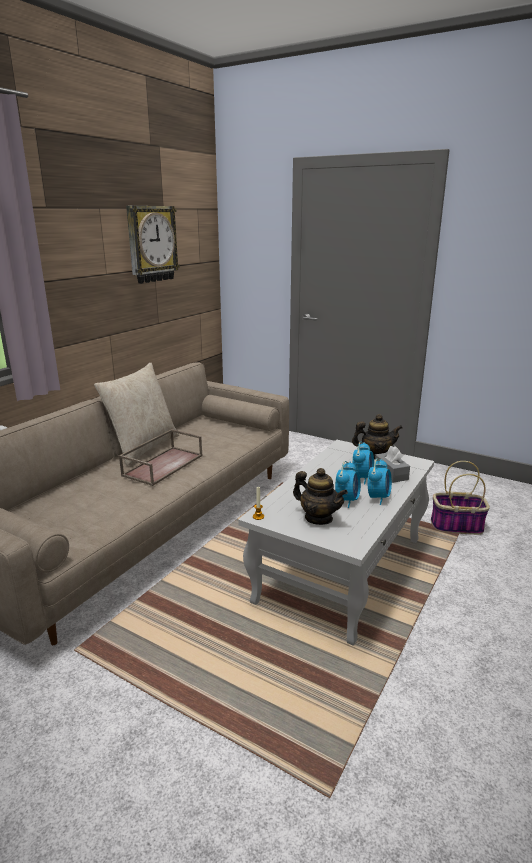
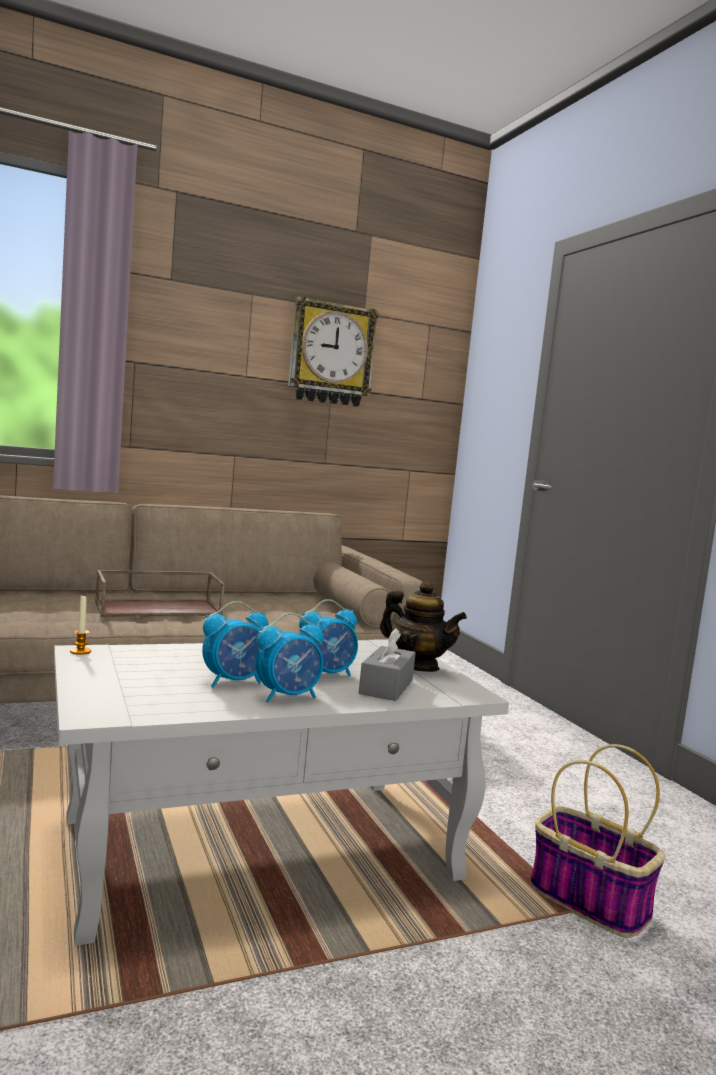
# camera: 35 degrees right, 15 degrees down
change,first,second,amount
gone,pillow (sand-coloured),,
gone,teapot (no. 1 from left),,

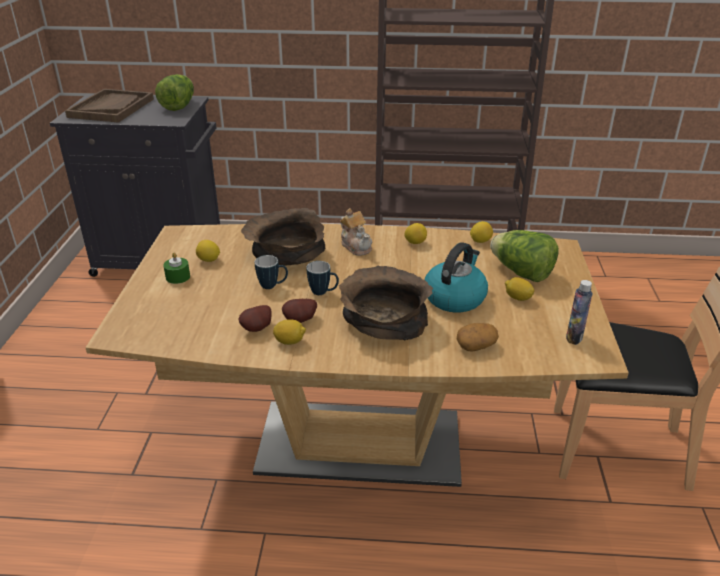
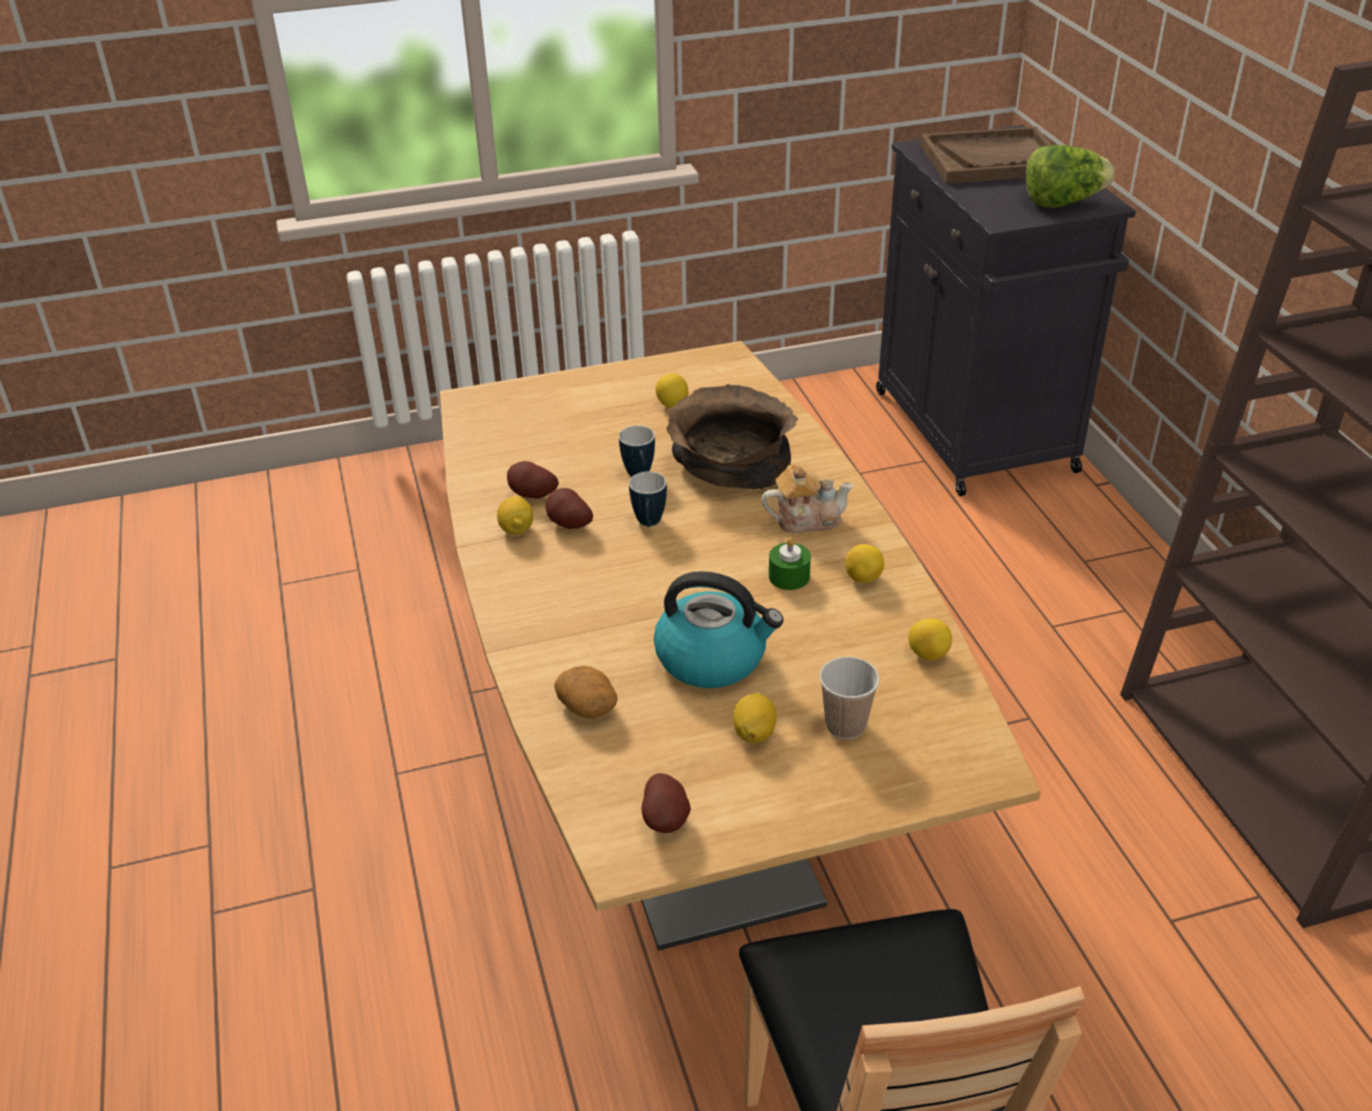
# camera: 70 degrees right, 5 degrees up
change,first,second,amount
rotated,teapot,,135 degrees counterclockwise
swapped,lettuce (no. 2 from left),small cup,
shifted,candle (green-coloured),,
gone,bowl (brownish) (no. 2 from left),,
swapped,drink bottle,spud (no. 4 from left),

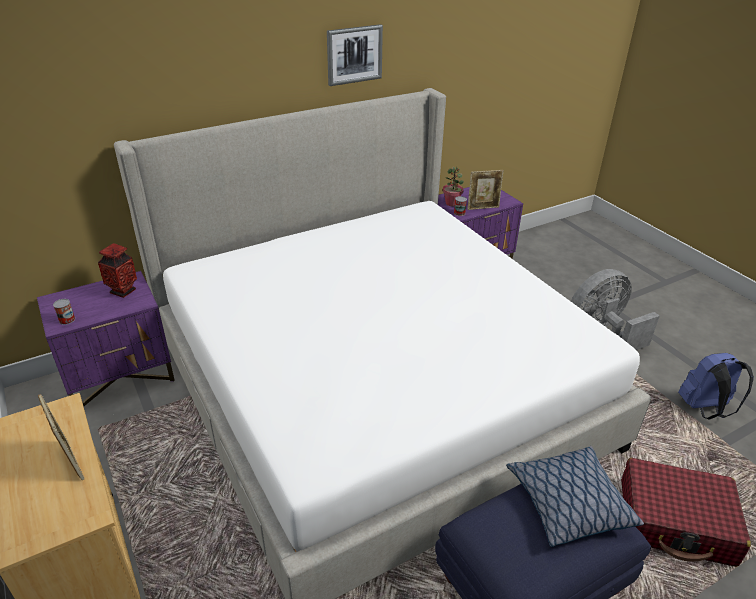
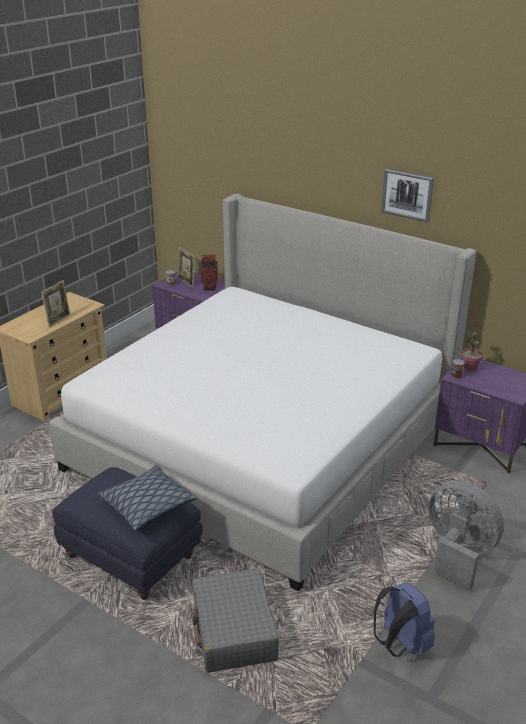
# camera: 65 degrees right, 5 degrees down
change,first,second,amount
shifted,picture frame (no. 2 from left),,
repainted,piece of luggage (red),piece of luggage (gray),

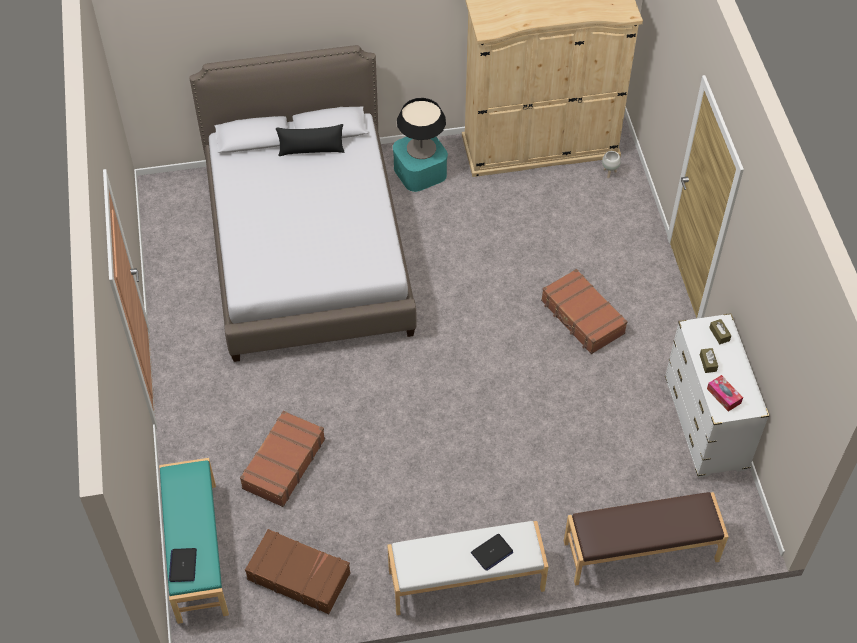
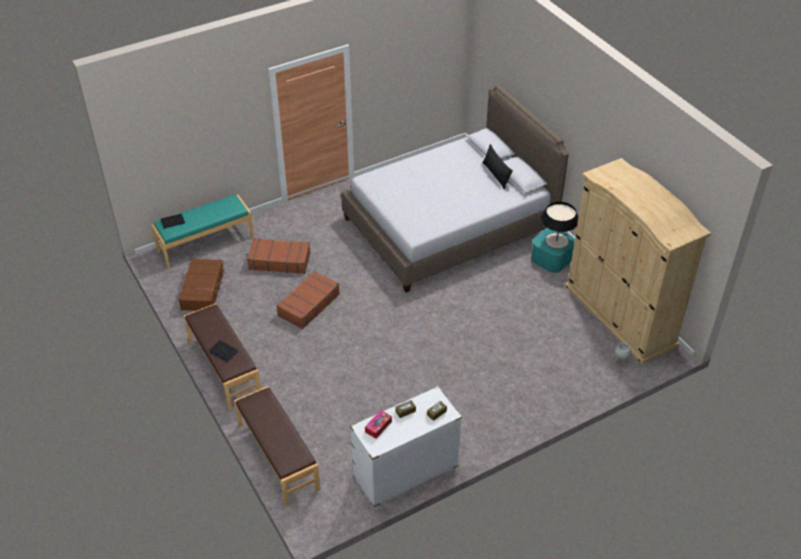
# camera: 70 degrees right, 10 degrees down
change,first,second,amount
shifted,piece of luggage (brownish) (no. 3 from left),,
repainted,bench (white-coloured),bench (brownish) (no. 1 from left),

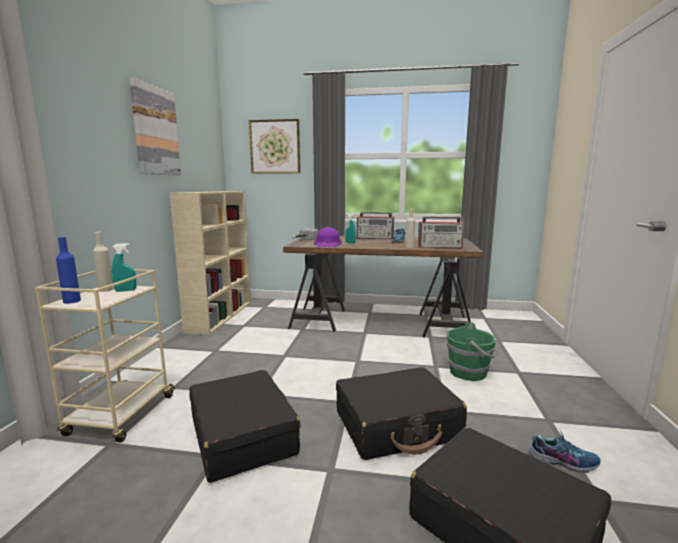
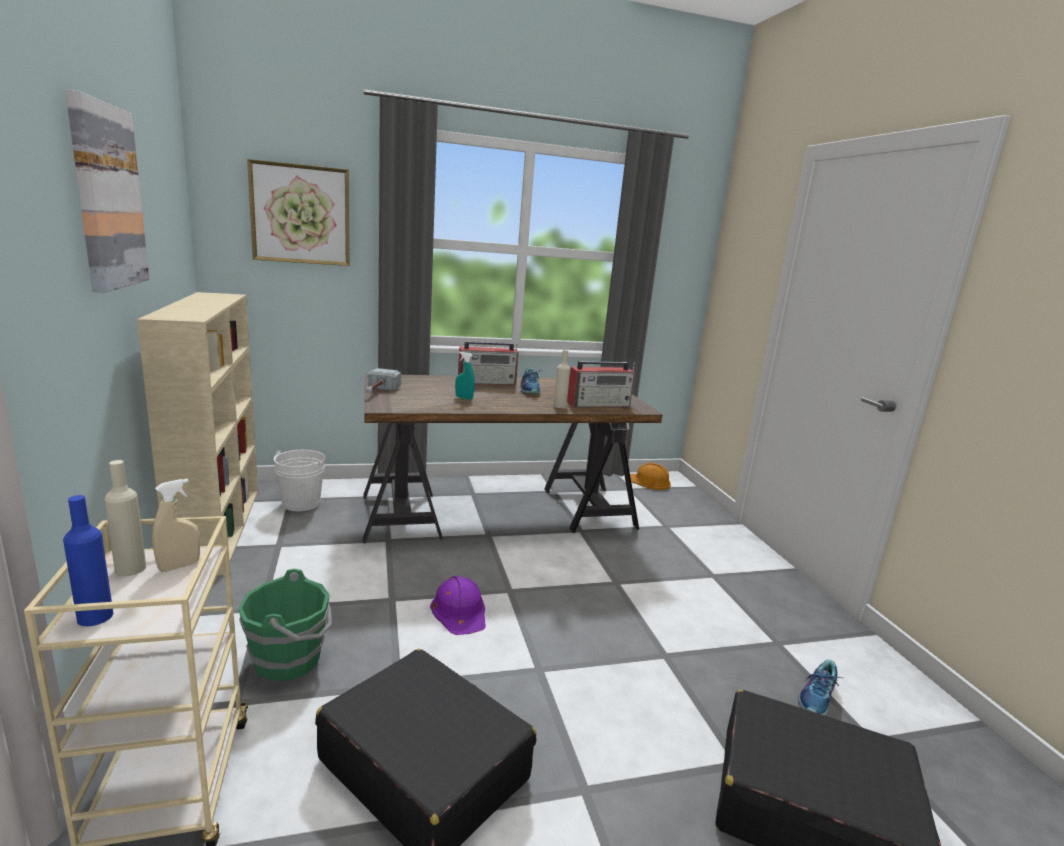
# camera: 25 degrees left, 5 degrees up
change,first,second,amount
shifted,work helmet (purple-coloured),,
repainted,sprayer (turquoise-coloured) (no. 1 from left),sprayer (sand-coloured),
shifted,bucket (green-coloured),,
gone,piece of luggage (black-coloured) (no. 2 from left),,
rotated,low shoe (no. 2 from left),,135 degrees clockwise
new,,bucket (white-coloured),
new,,work helmet (orangey),

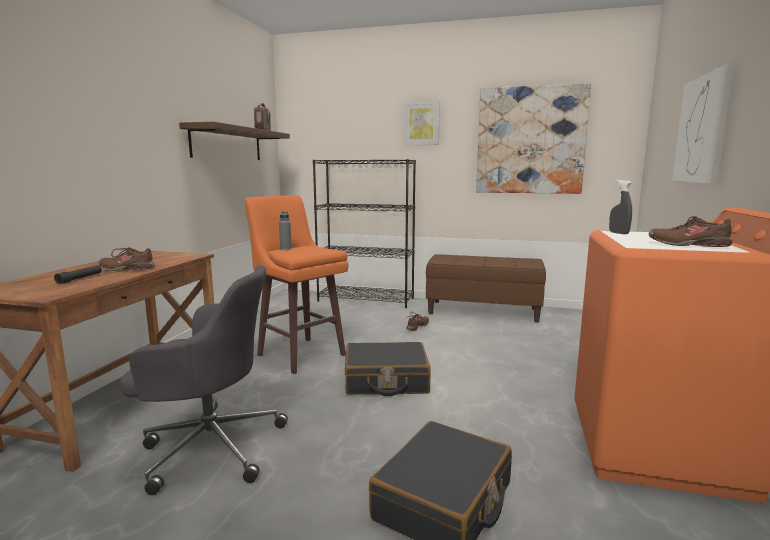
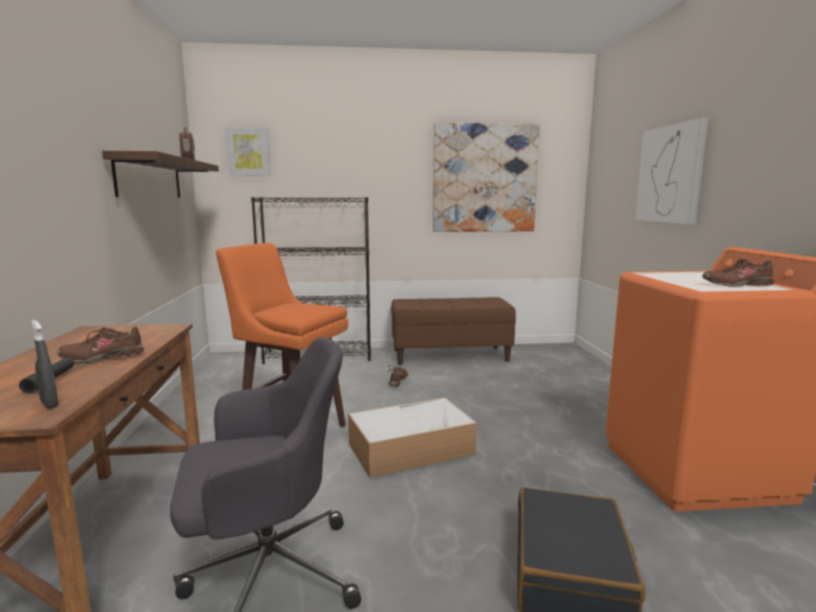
# camera: 20 degrees left, 0 degrees up
change,first,second,amount
shifted,wall picture (no. 1 from left),,
shifted,sprayer (gray),,
gone,drink bottle (gray),,
swapped,piece of luggage (black-coloured) (no. 1 from left),storage bin,

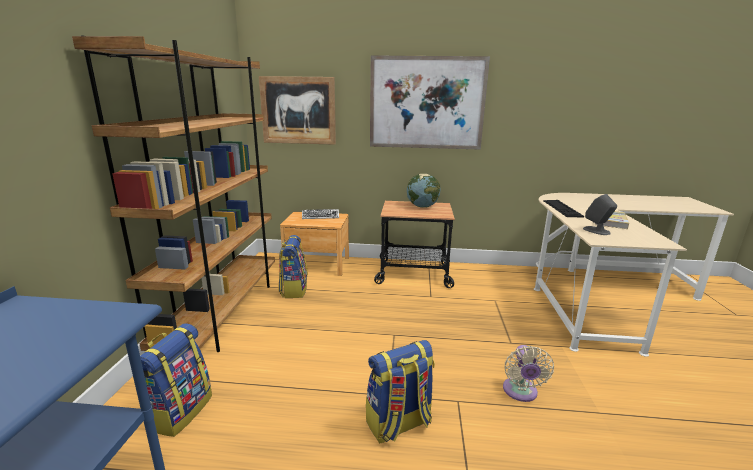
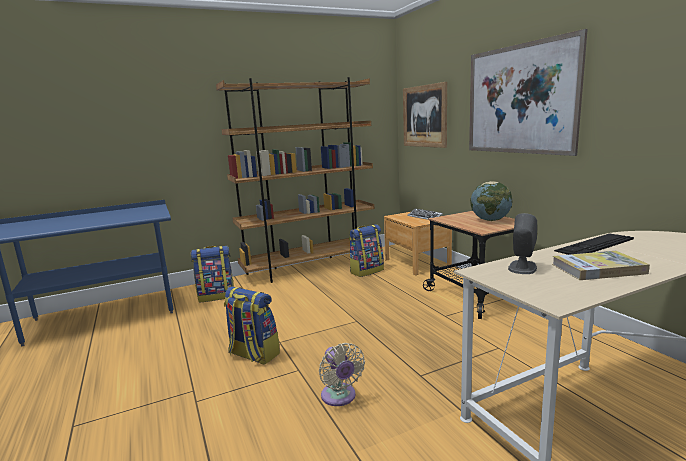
# camera: 60 degrees right, 5 degrees down
change,first,second,amount
rotated,cooling fan (sand-coloured),,90 degrees counterclockwise

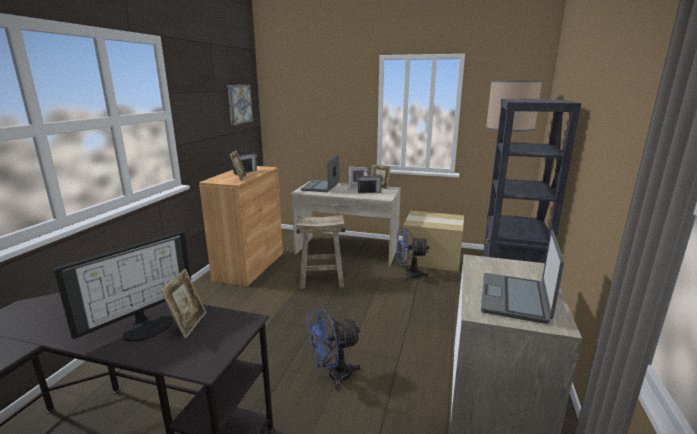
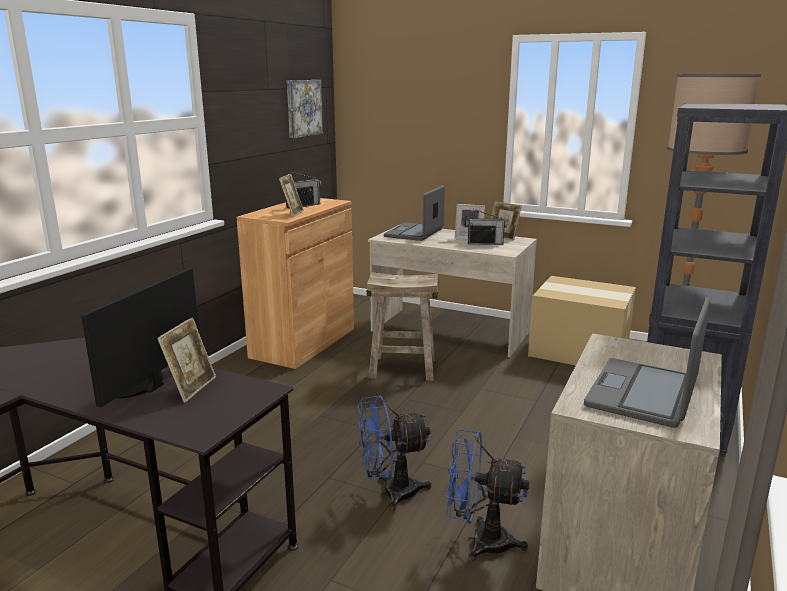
# camera: 10 degrees right, 0 degrees up
change,first,second,amount
shifted,cooling fan (bluish) (no. 2 from left),,
rotated,computer screen,,150 degrees clockwise

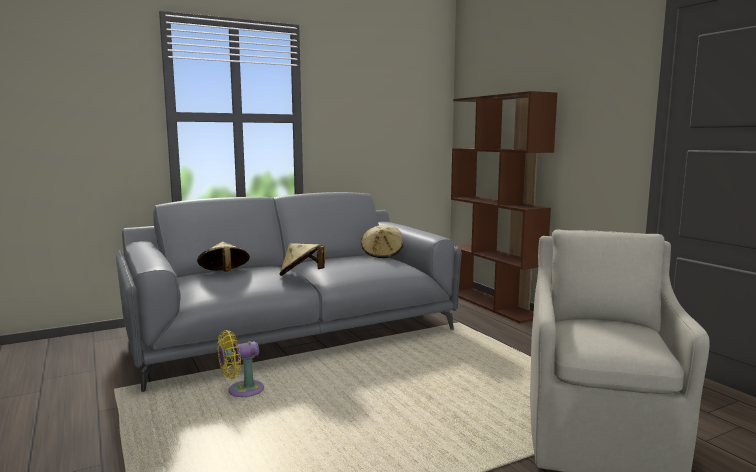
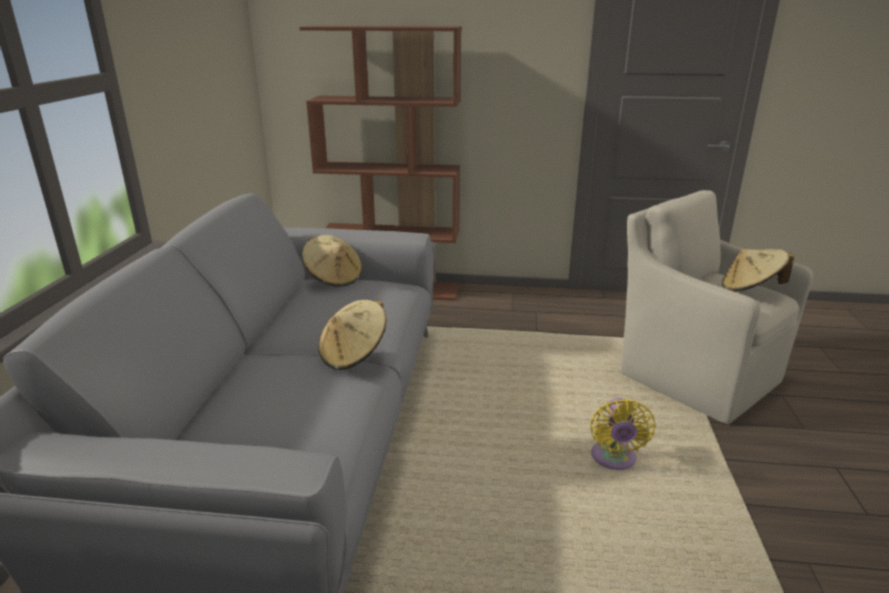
# camera: 55 degrees left, 15 degrees up
change,first,second,amount
shifted,clothing hat (sand-coloured) (no. 1 from left in the first image),clothing hat (sand-coloured) (no. 3 from left),
shifted,cooling fan (yellow-coloured),,

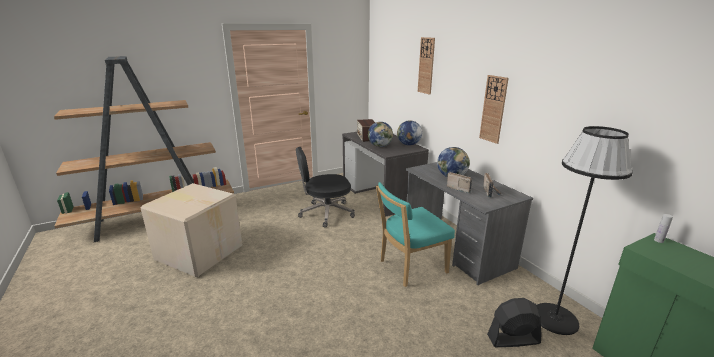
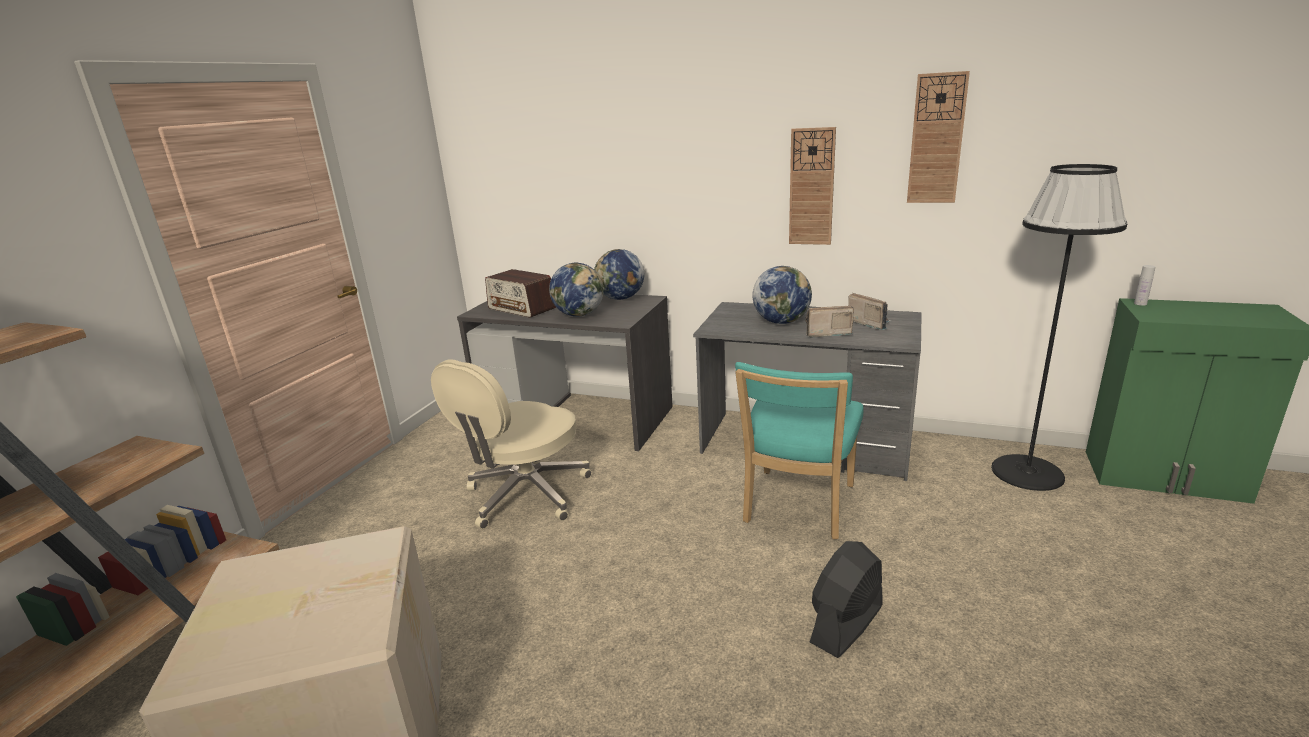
# camera: 40 degrees left, 0 degrees up
change,first,second,amount
shifted,wall clock (no. 1 from left in the first image),wall clock (no. 2 from left),
repainted,office chair (black-coloured),office chair (sand-coloured),
shifted,cooling fan (black-coloured),,

